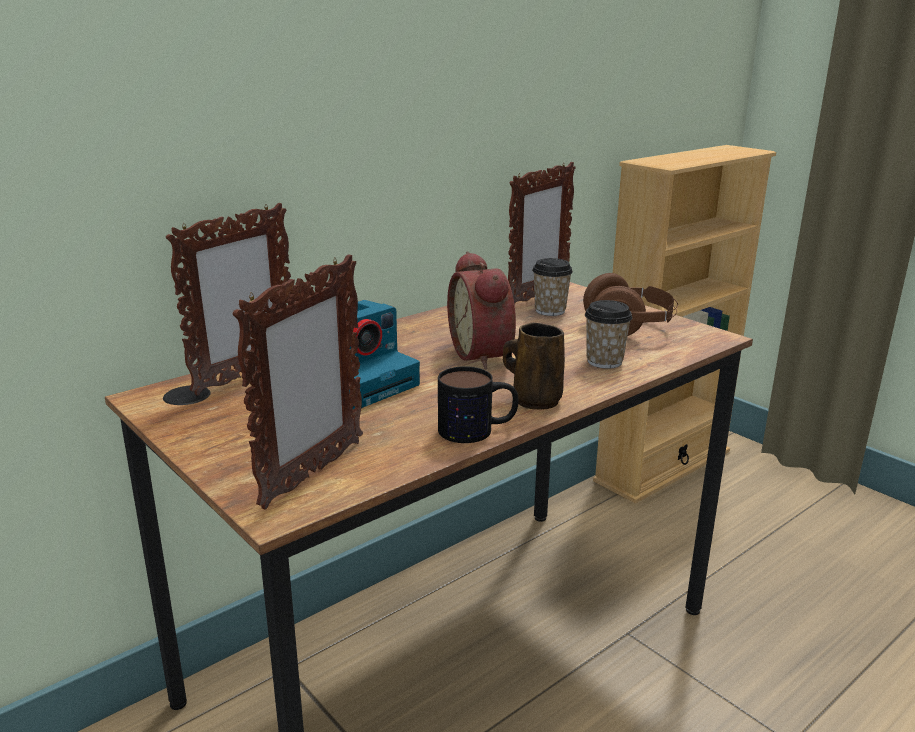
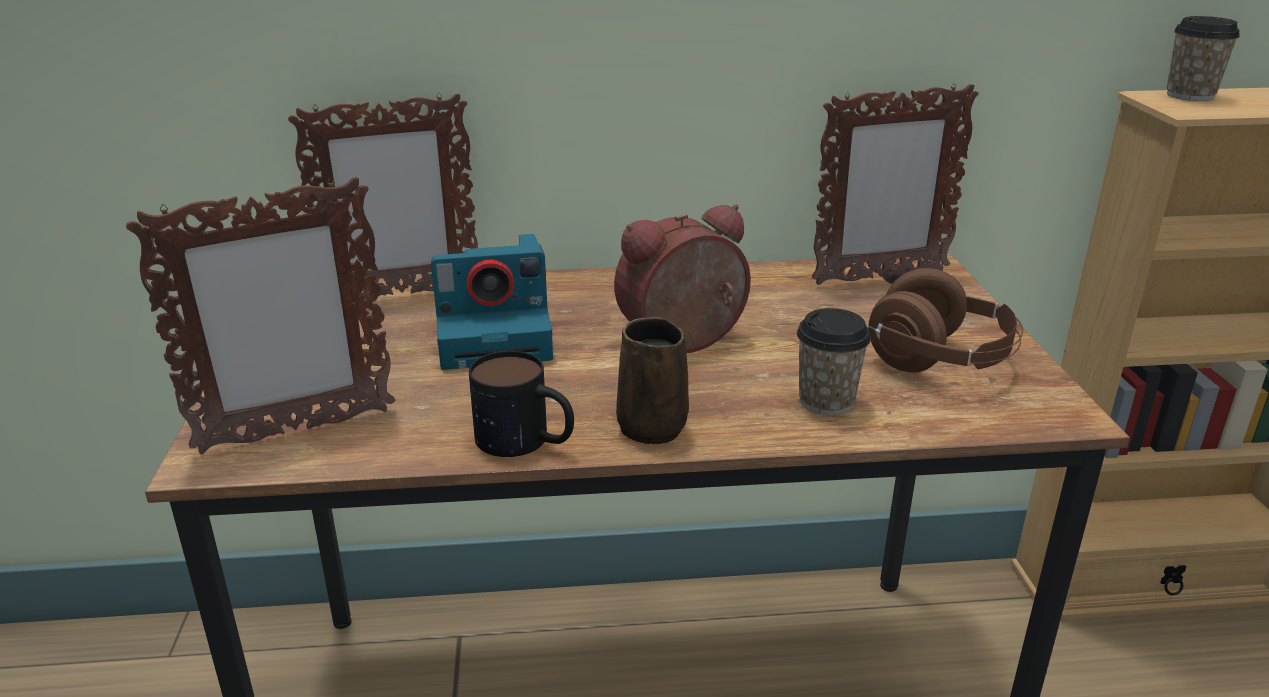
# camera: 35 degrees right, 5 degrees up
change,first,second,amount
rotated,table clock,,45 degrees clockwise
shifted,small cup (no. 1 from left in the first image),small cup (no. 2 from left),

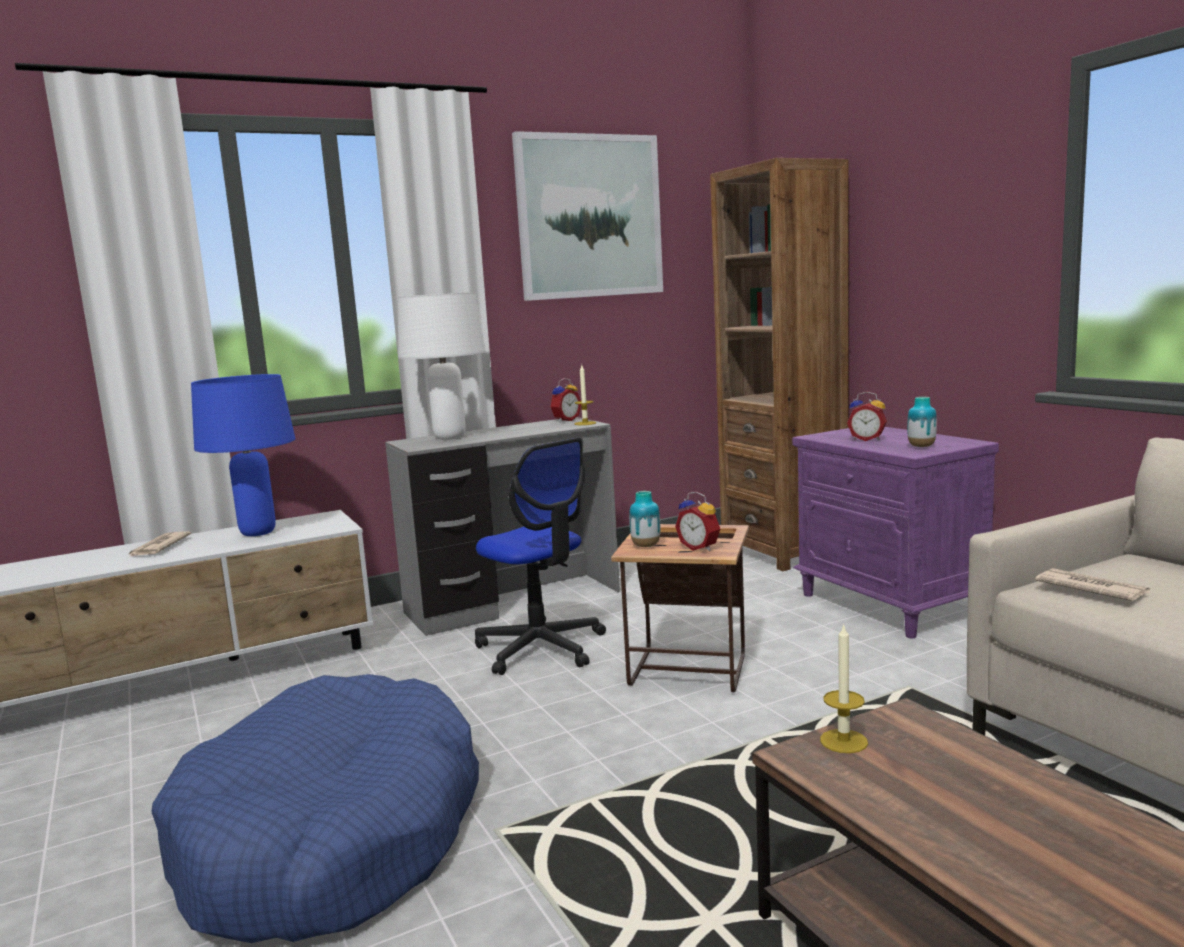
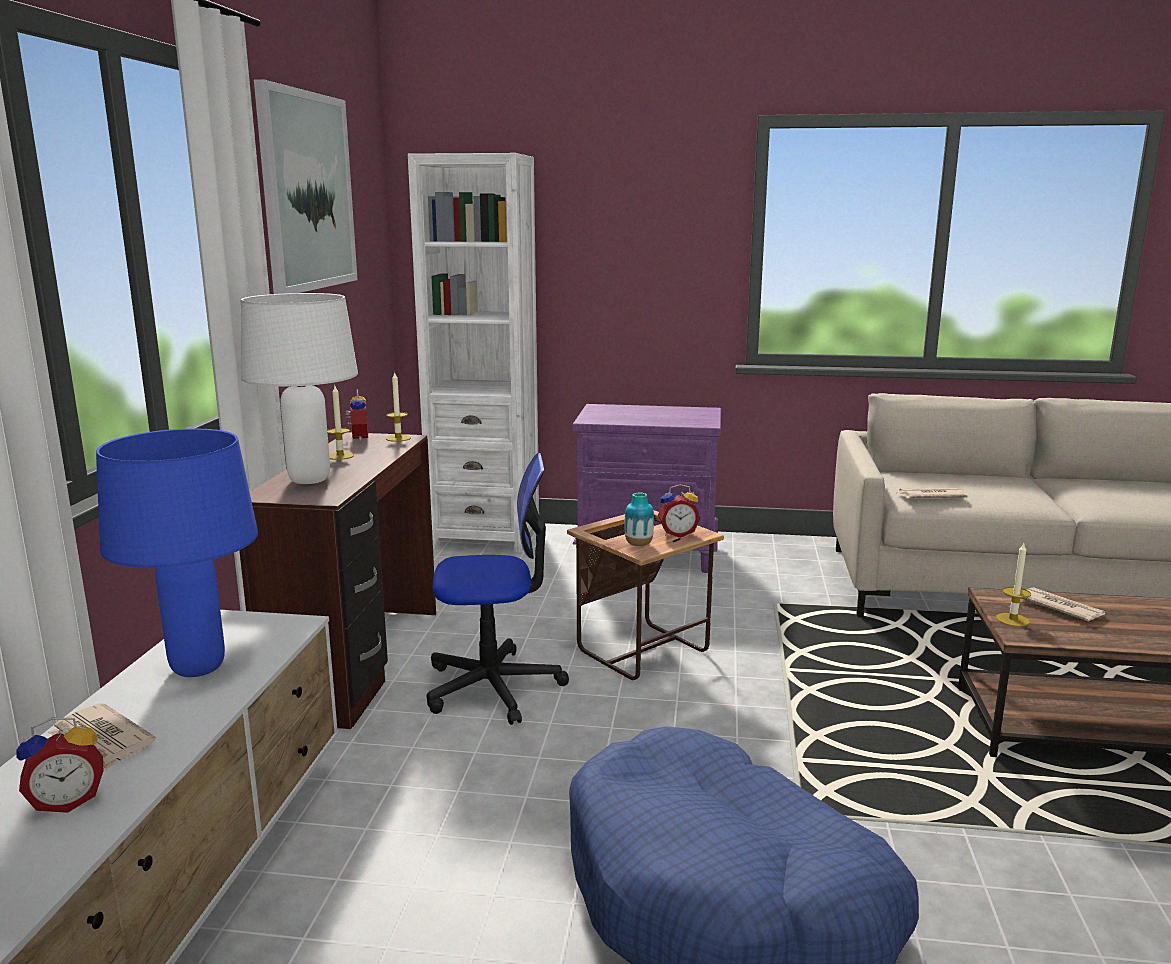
# camera: 55 degrees left, 5 degrees up
change,first,second,amount
repainted,shelving unit (brownish),shelving unit (white-coloured),
shifted,table clock (no. 3 from left in the first image),table clock (no. 1 from left),
gone,decorative vase (no. 2 from left),,
repainted,desk unit (gray),desk unit (brownish),
new,,candle (no. 1 from left),
new,,daily paper (no. 3 from left),

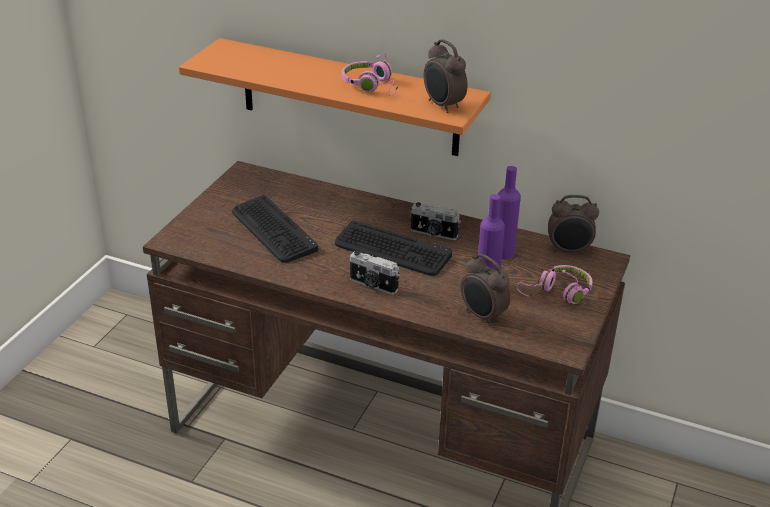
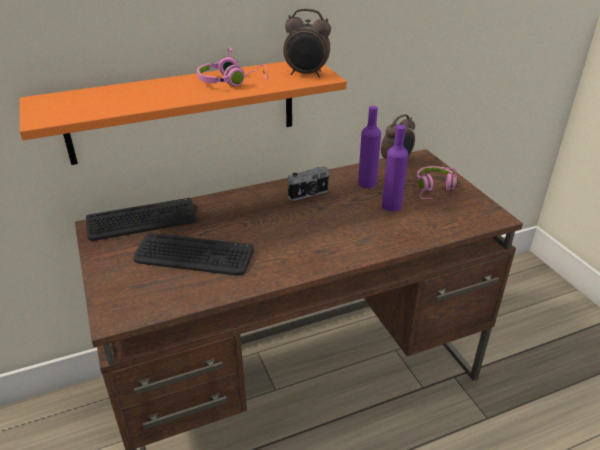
# camera: 45 degrees left, 0 degrees up
change,first,second,amount
shifted,computer keyboard (no. 2 from left in the first image),computer keyboard (no. 1 from left),
gone,still camera (no. 1 from left),,
gone,table clock (no. 2 from left),,

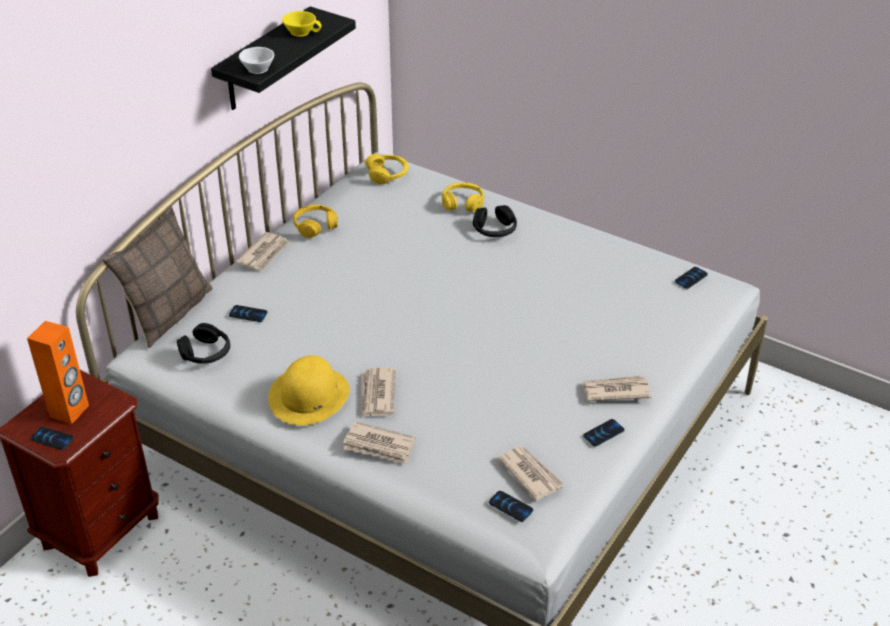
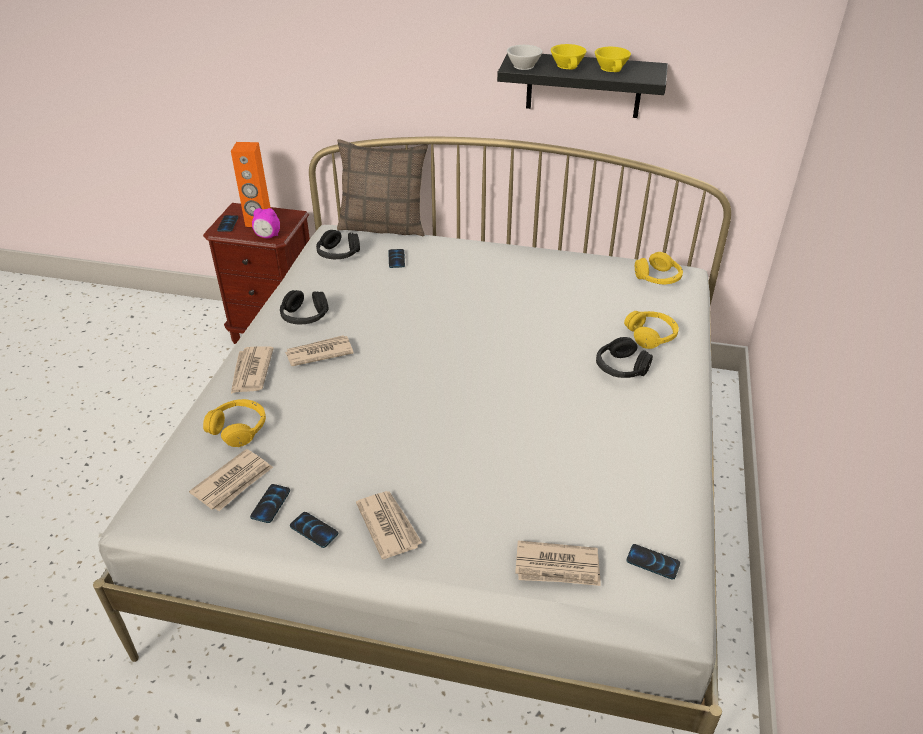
# camera: 70 degrees right, 0 degrees up
change,first,second,amount
shifted,pair of headphones (yellow-coloured) (no. 1 from left),,
shifted,daily paper (no. 1 from left in the first image),daily paper (no. 5 from left),
swapped,clothing hat (yellow-coloured),pair of headphones (black-coloured) (no. 1 from left),
shifted,handset (no. 3 from left in the first image),handset (no. 2 from left),
new,,small cup (yellow-coloured) (no. 1 from left),
new,,table clock,

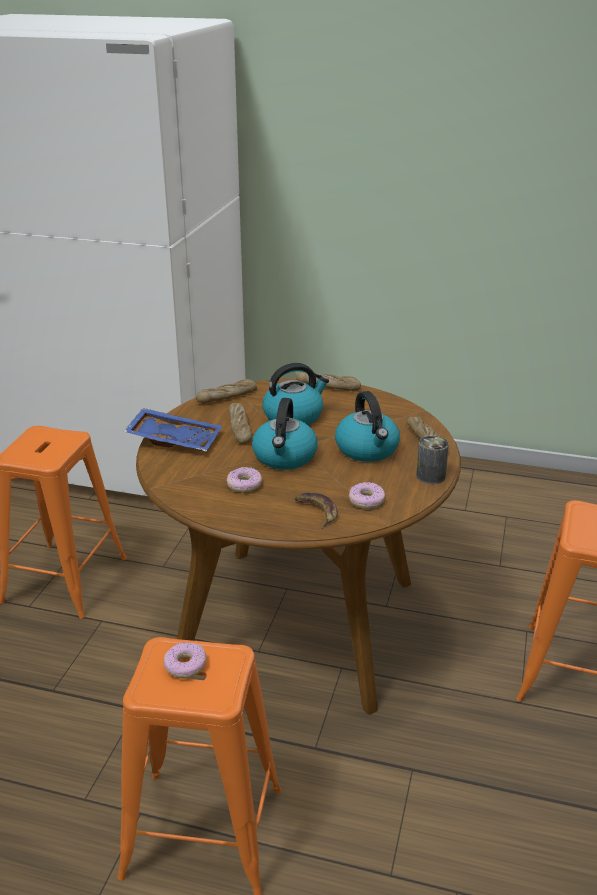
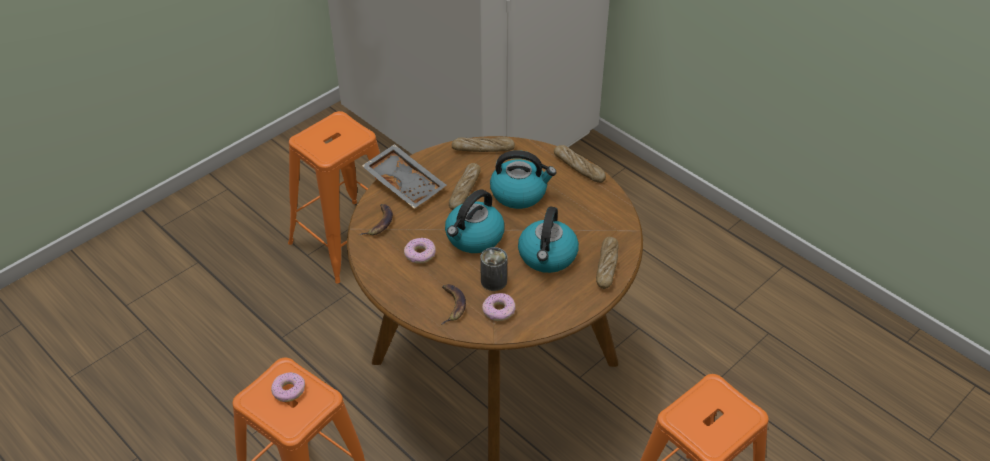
# camera: 30 degrees right, 15 degrees up
change,first,second,amount
repainted,carrying tray (bluish),carrying tray (gray),
shifted,sealed can,,
new,,whole banana (no. 1 from left),

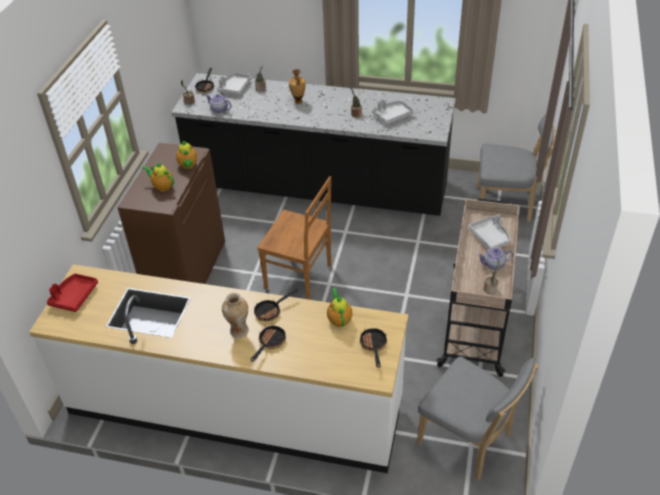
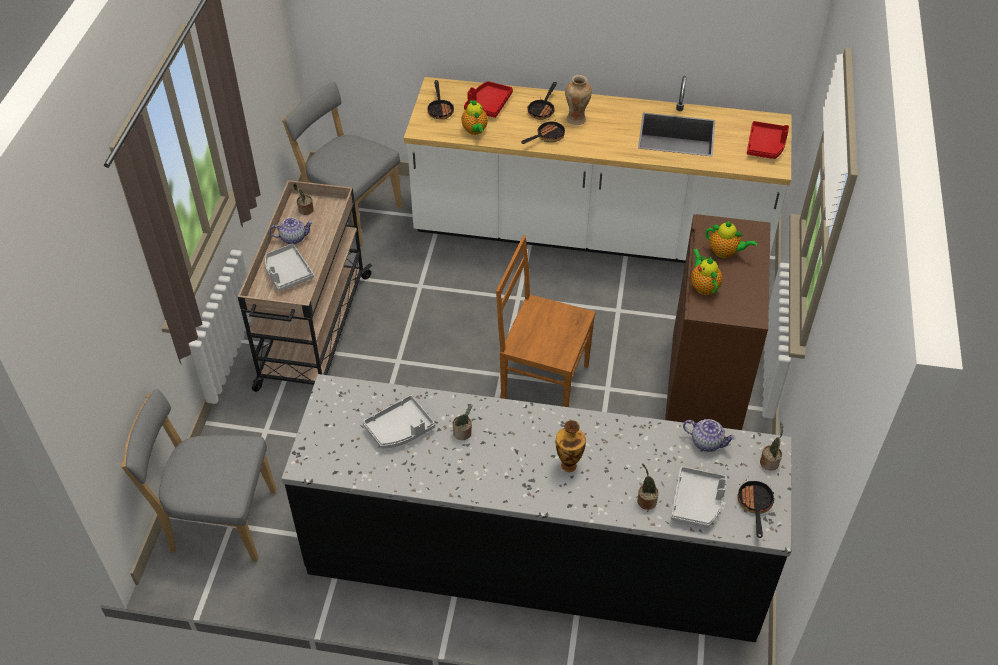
# camera: 175 degrees right, 5 degrees up
change,first,second,amount
new,,carrying tray (red) (no. 1 from left),

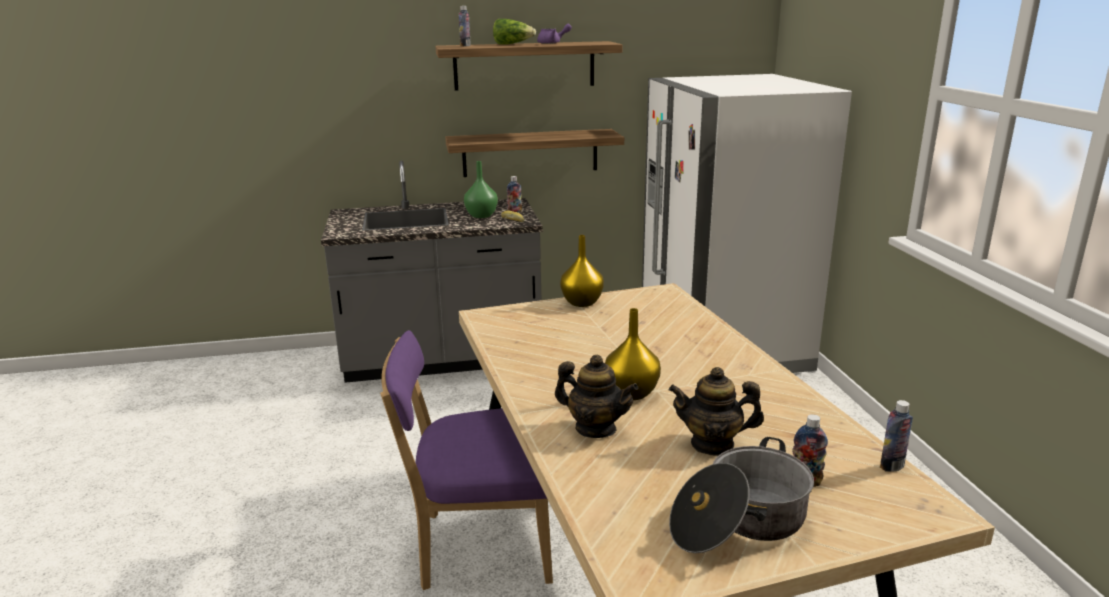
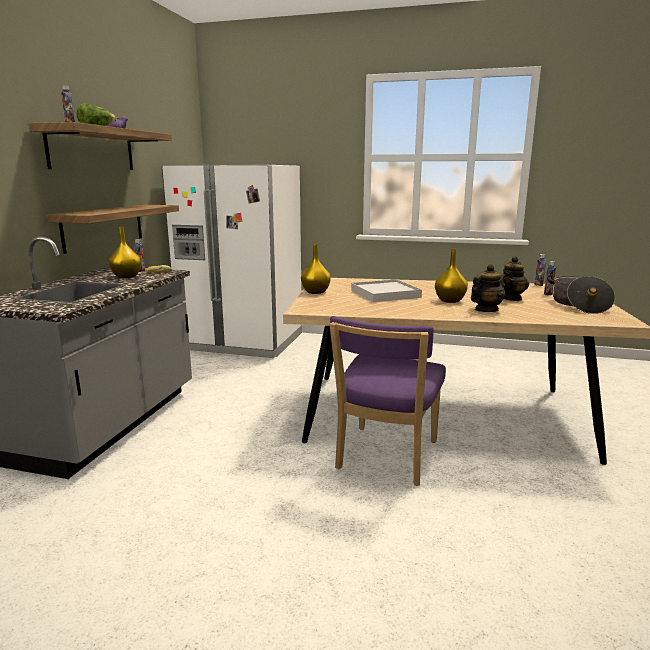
# camera: 65 degrees left, 5 degrees down
change,first,second,amount
repainted,decorative vase (green-coloured),decorative vase (yellow-coloured) (no. 1 from left),
new,,carrying tray (white-coloured),

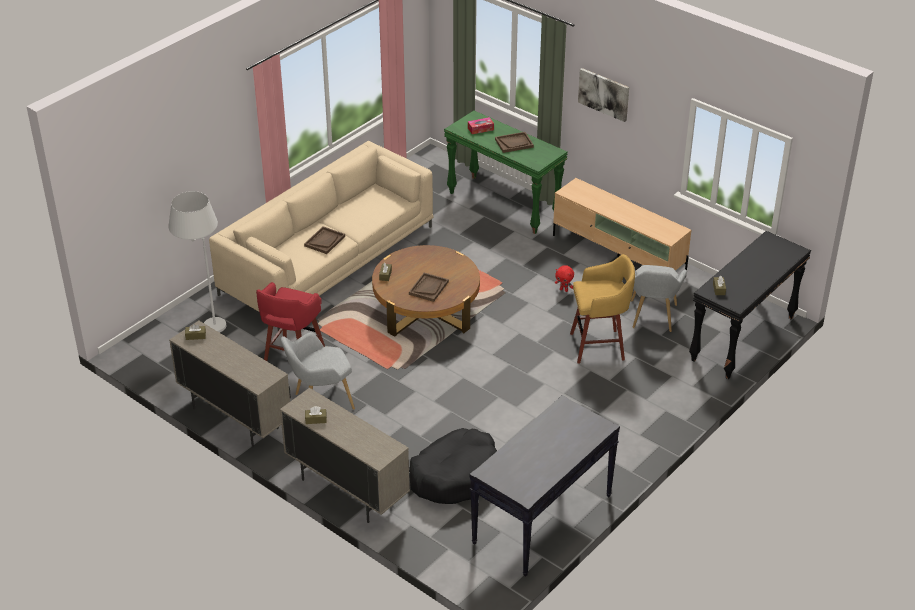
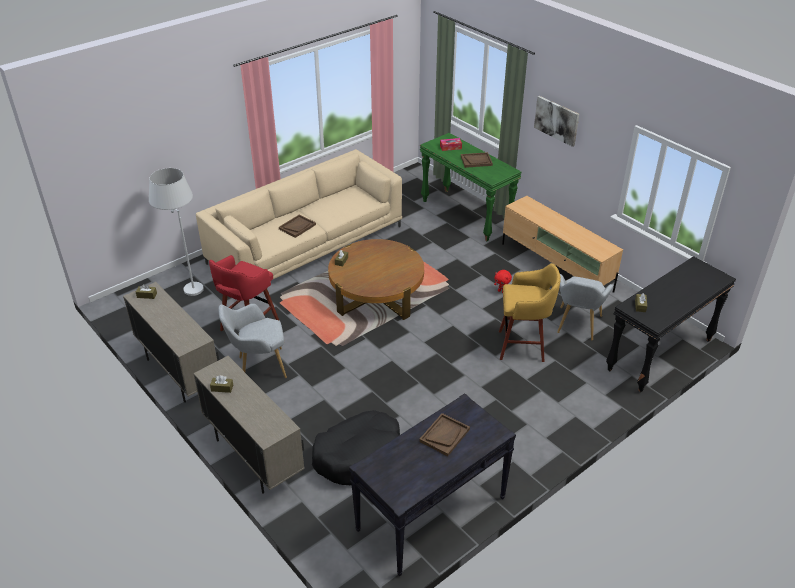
# camera: 10 degrees right, 0 degrees up
change,first,second,amount
shifted,carrying tray (brownish) (no. 2 from left),,

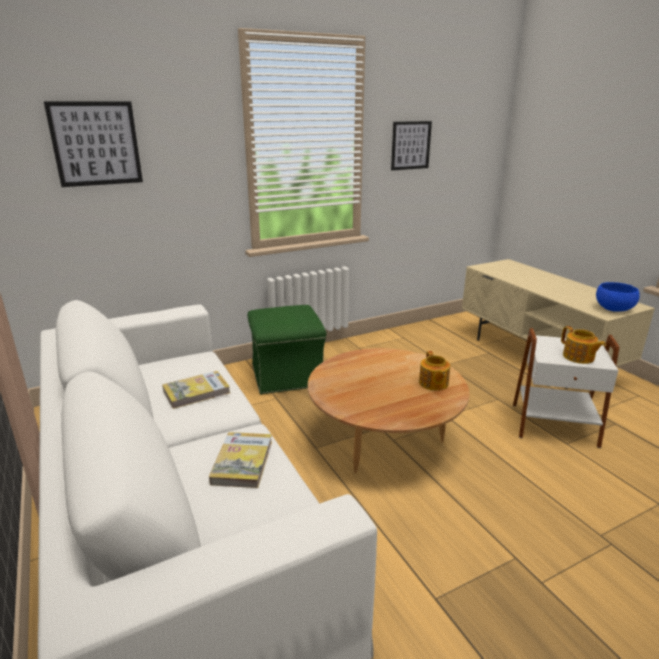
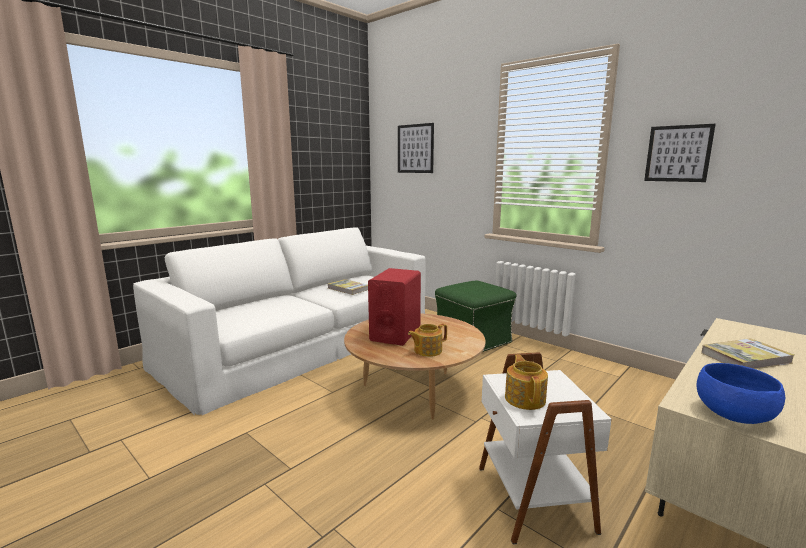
# camera: 70 degrees right, 10 degrees down
change,first,second,amount
rotated,teapot (no. 2 from left),,135 degrees clockwise
shifted,book (no. 2 from left),,
new,,loudspeaker (red),

